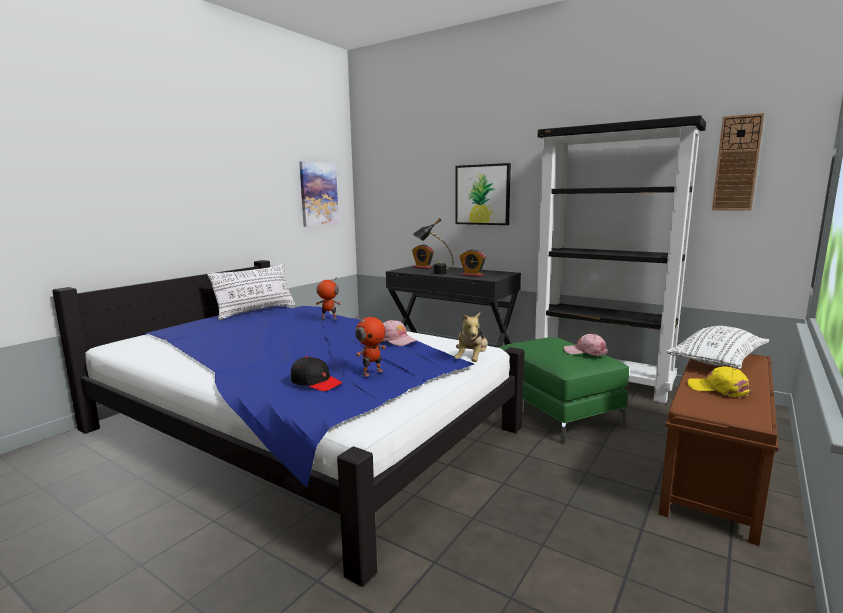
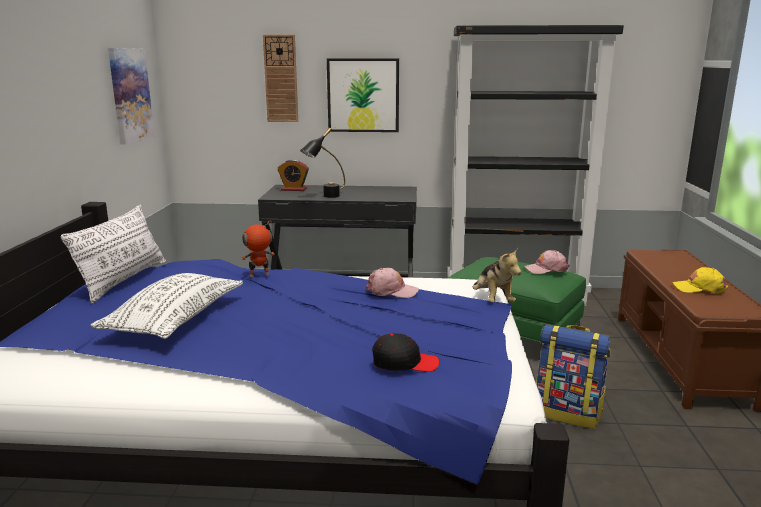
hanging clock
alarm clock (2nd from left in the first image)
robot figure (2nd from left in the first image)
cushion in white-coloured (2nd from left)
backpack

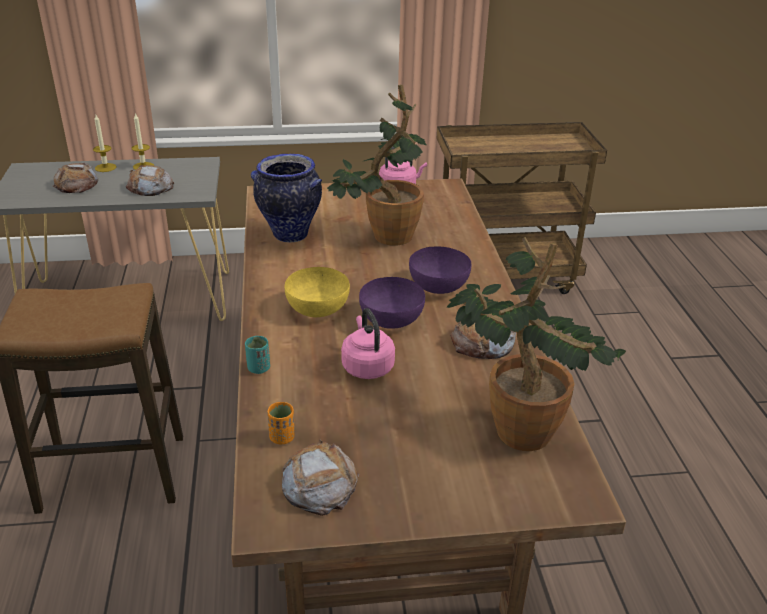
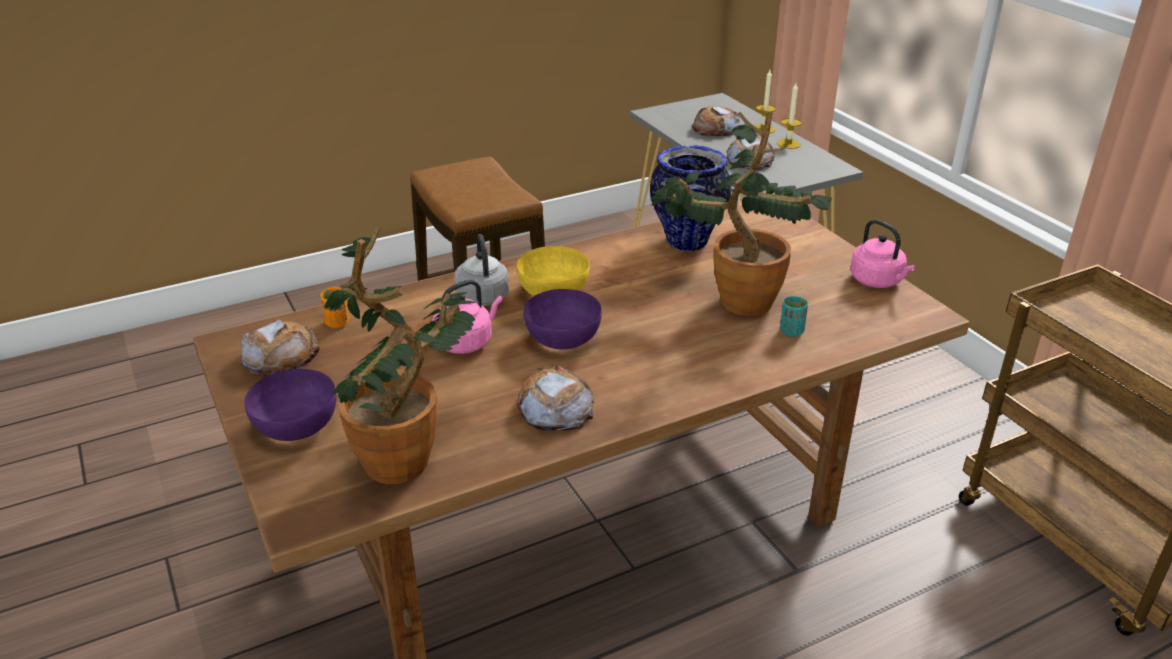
bowl in purplish (1st from left)
drinking cup in blue-green
tea kettle in gray

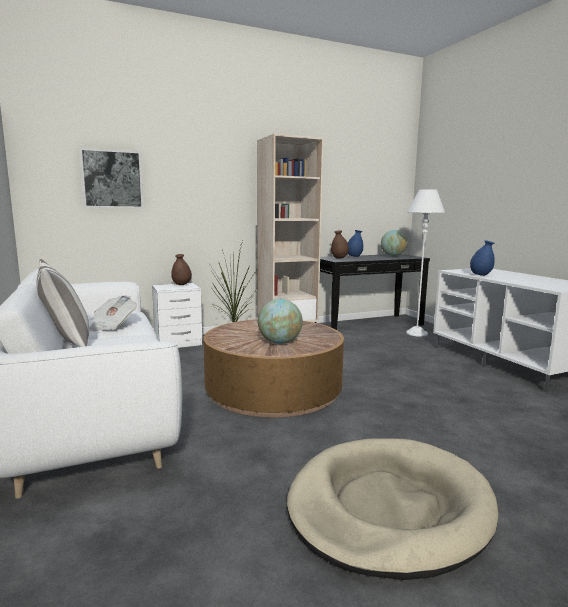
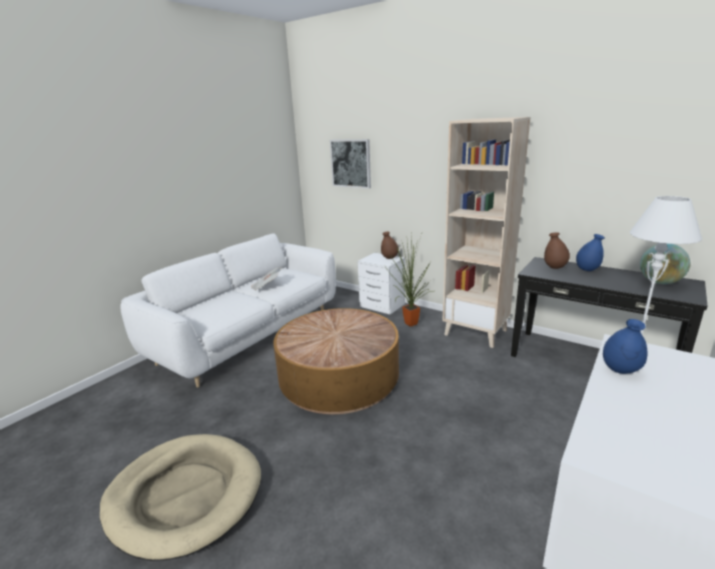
cushion
desk globe (1st from left in the first image)

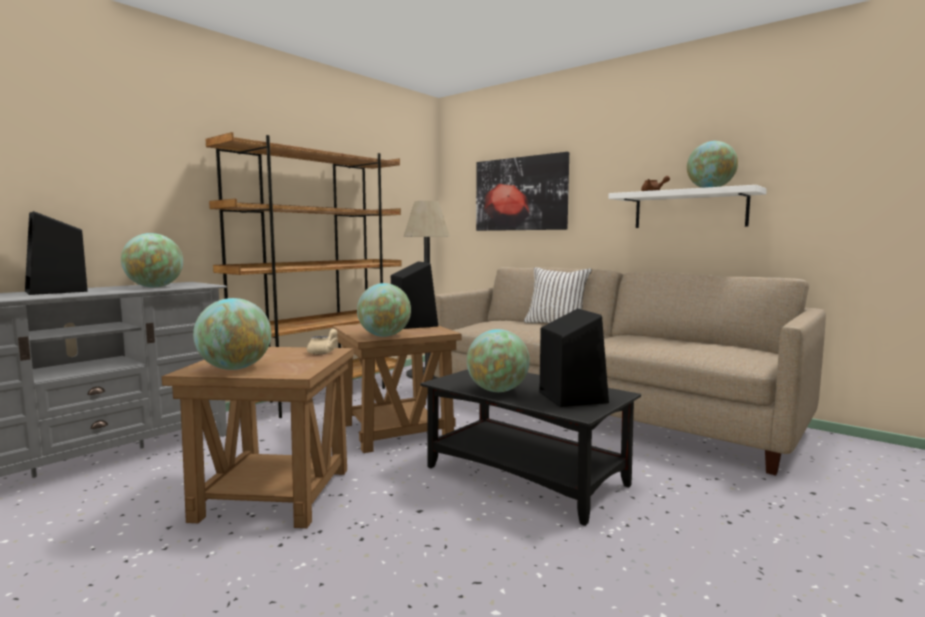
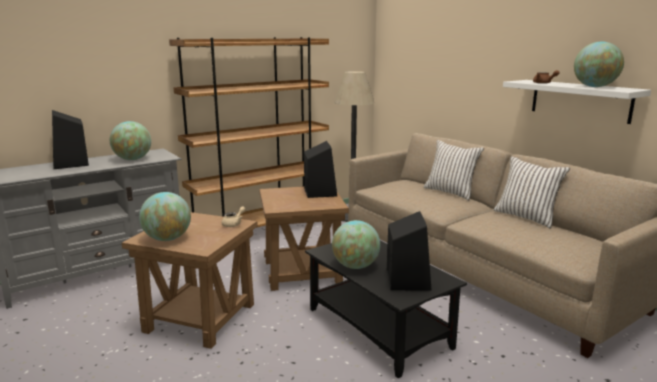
wall picture
desk globe (3rd from left in the first image)
cushion in white-coloured (2nd from left)

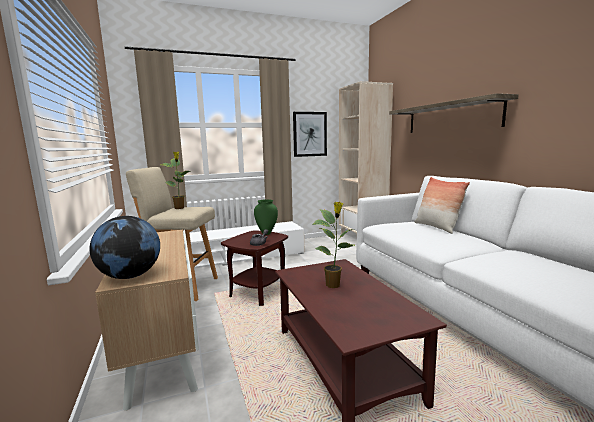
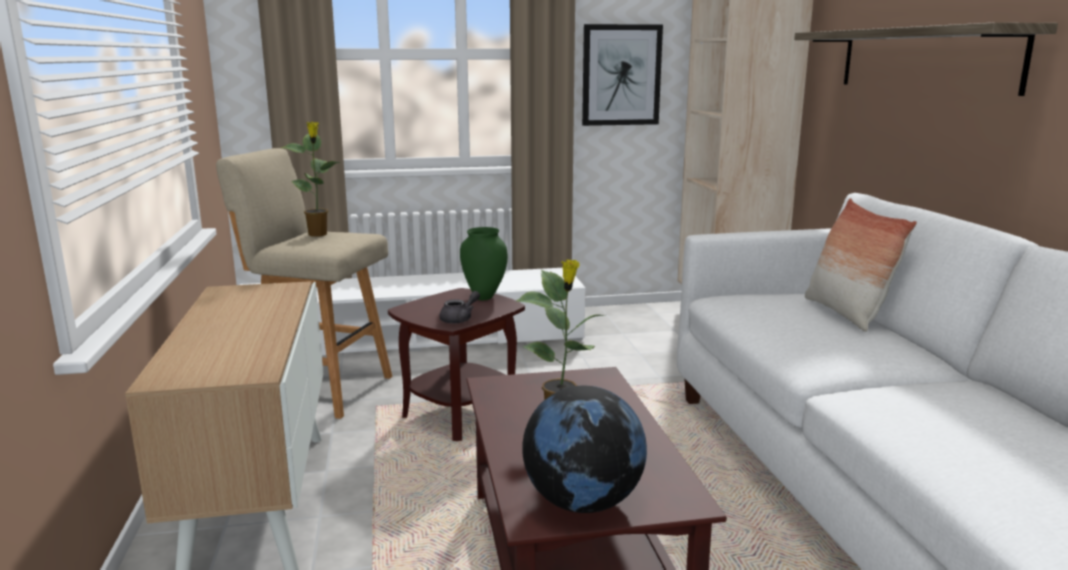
desk globe

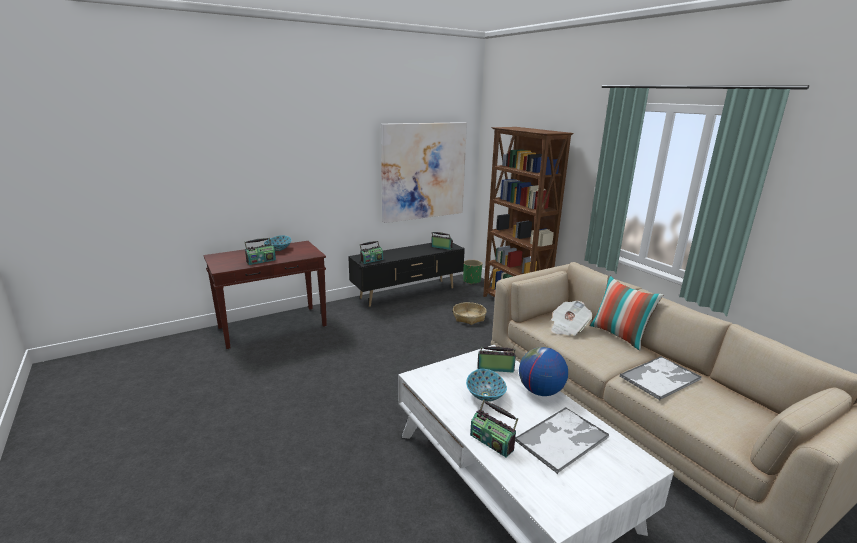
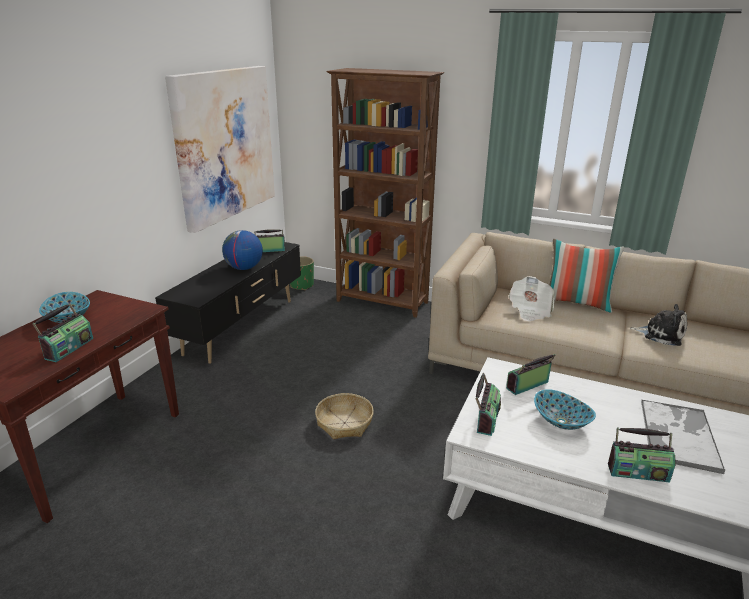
radio (3rd from left)
household basket
desk globe
soft toy

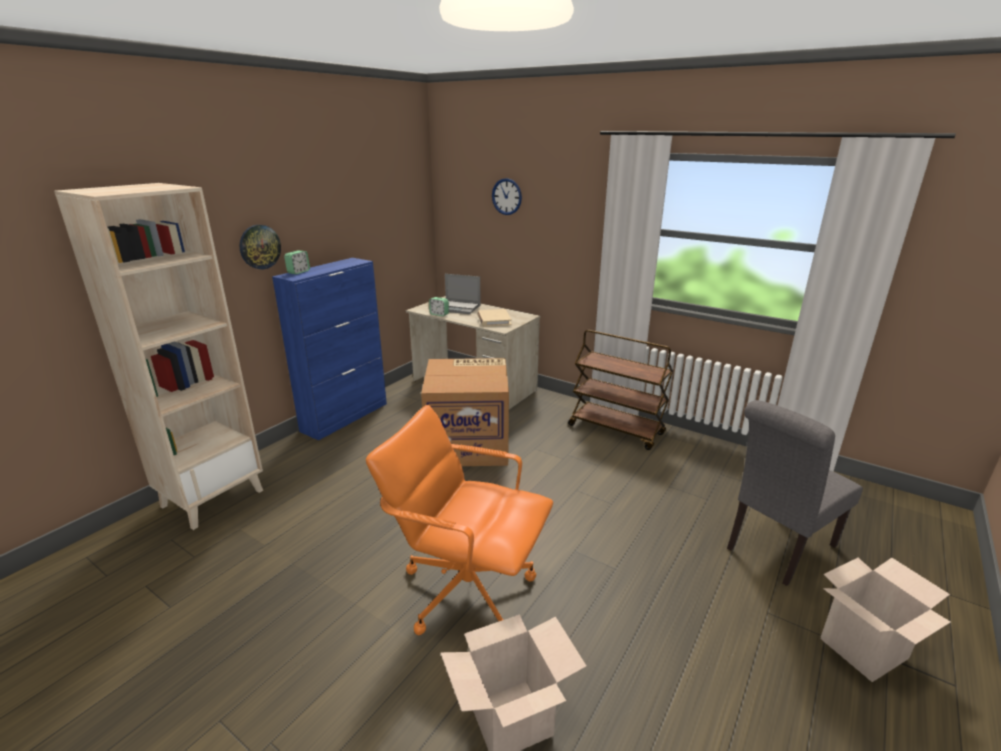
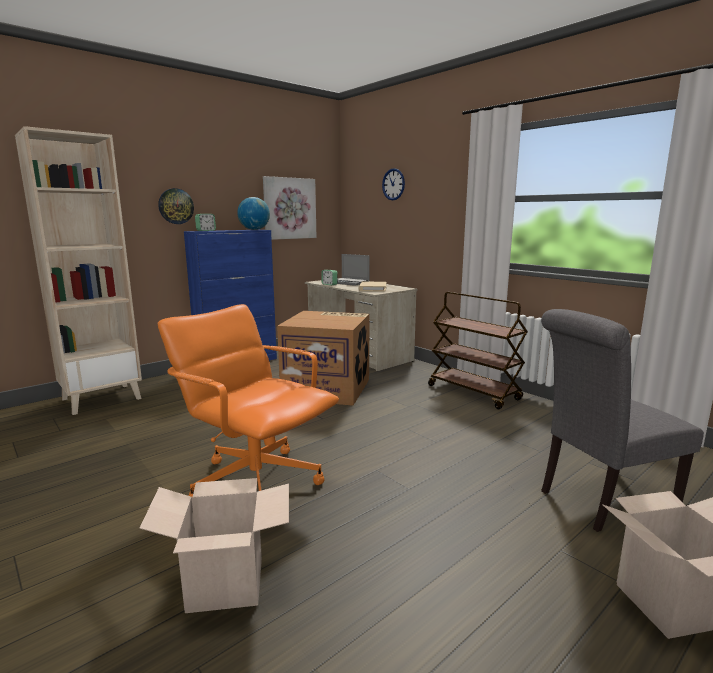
wall picture
desk globe

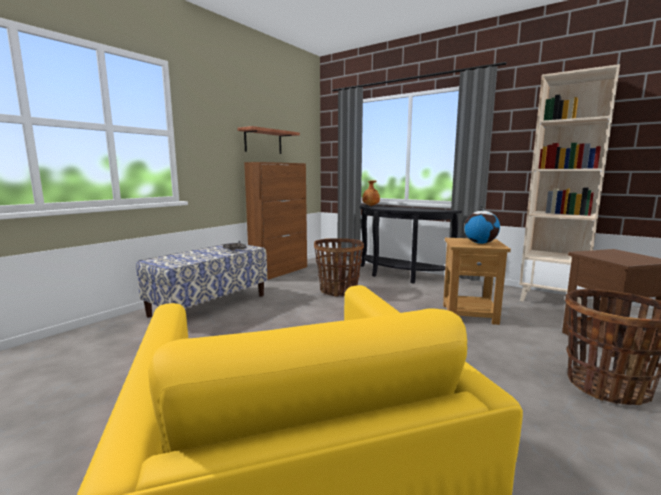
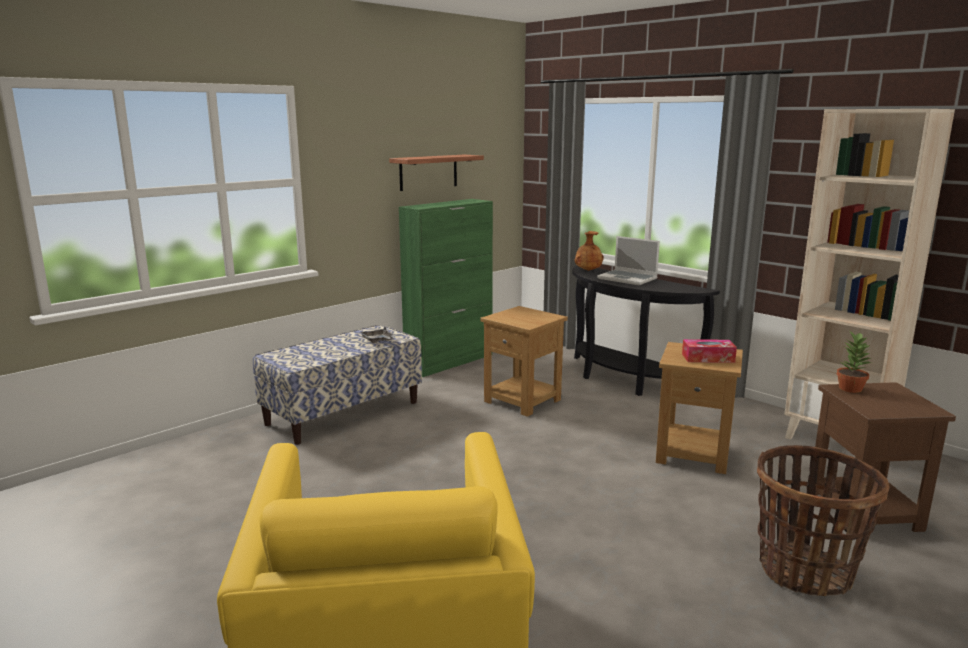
cupboard in green-coloured
tissue holder
end table in brown (1st from left)
laptop
potted plant

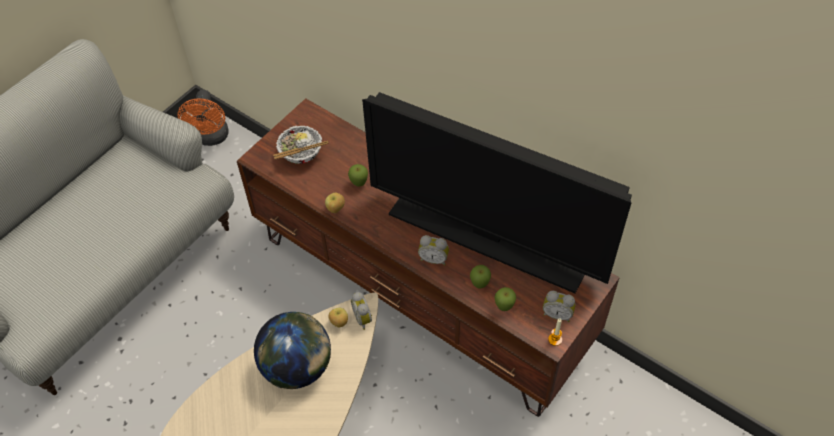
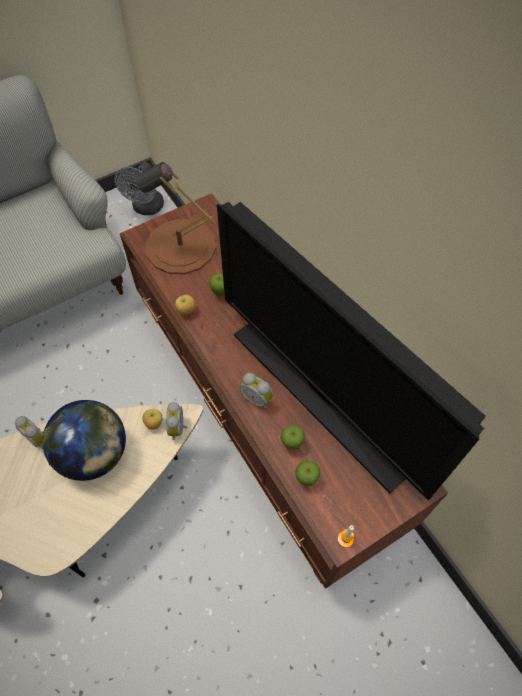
fan in gray
table lamp in brown
alarm clock (1st from left)

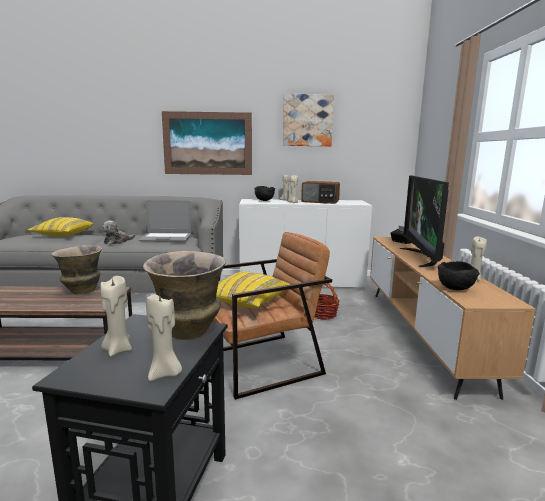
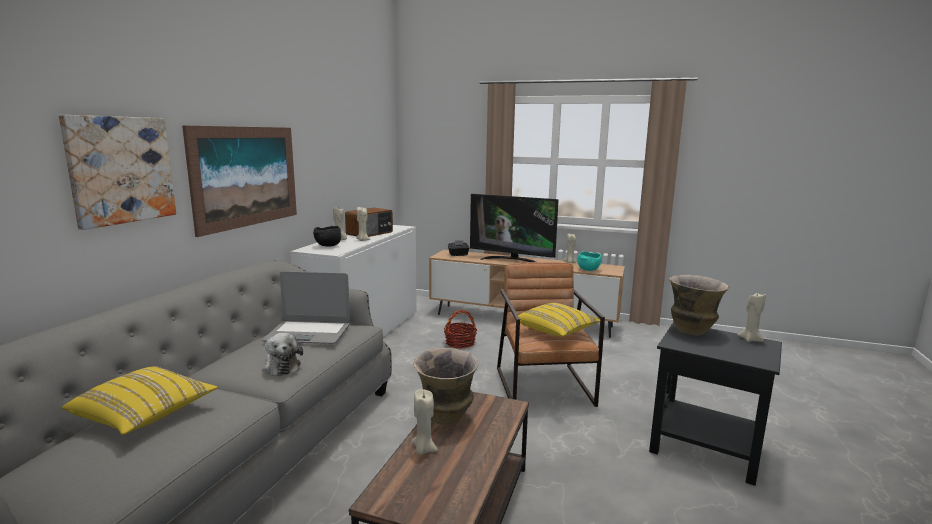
wall picture (1st from left)
laptop
bowl in blue-green
wax candle in sand-coloured (3rd from left)

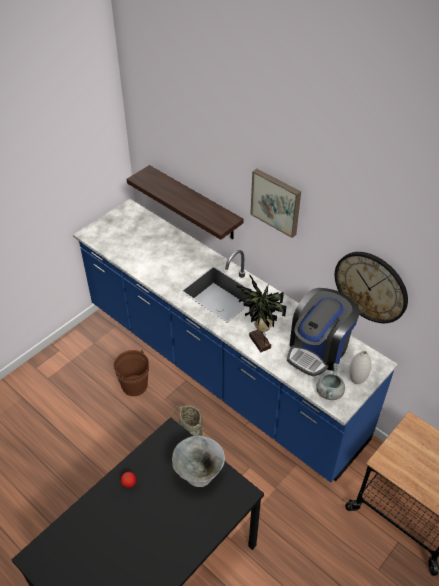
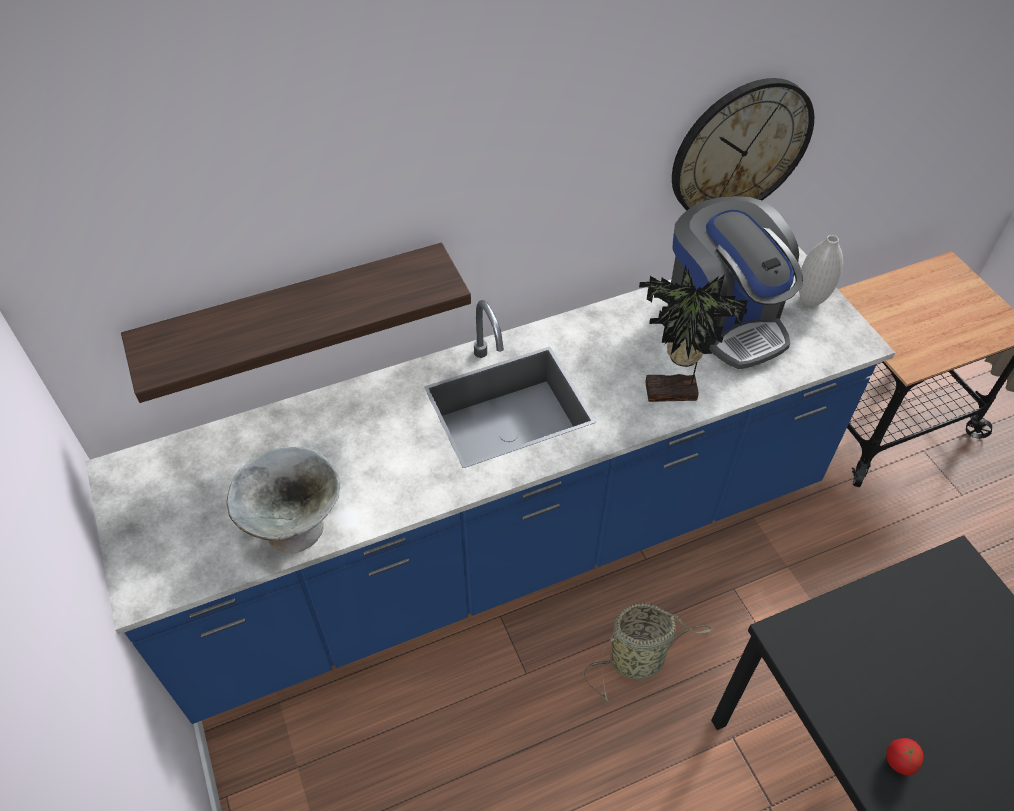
wall picture
water bucket in brown
saucepot in gray
bowl in gray

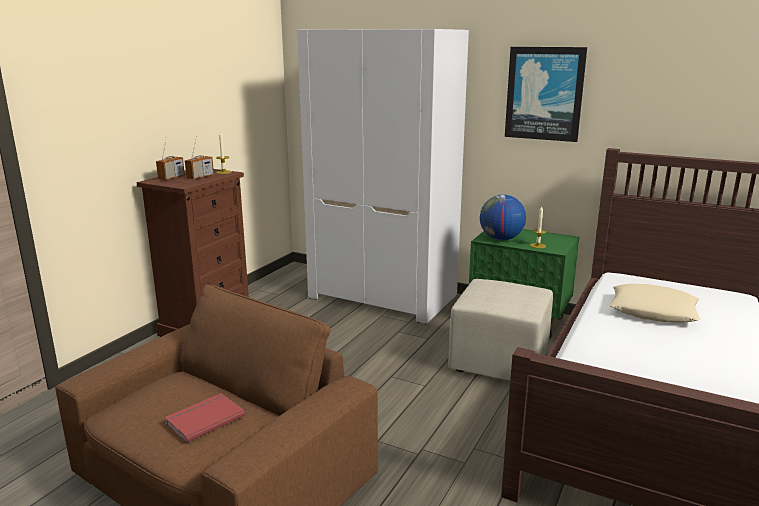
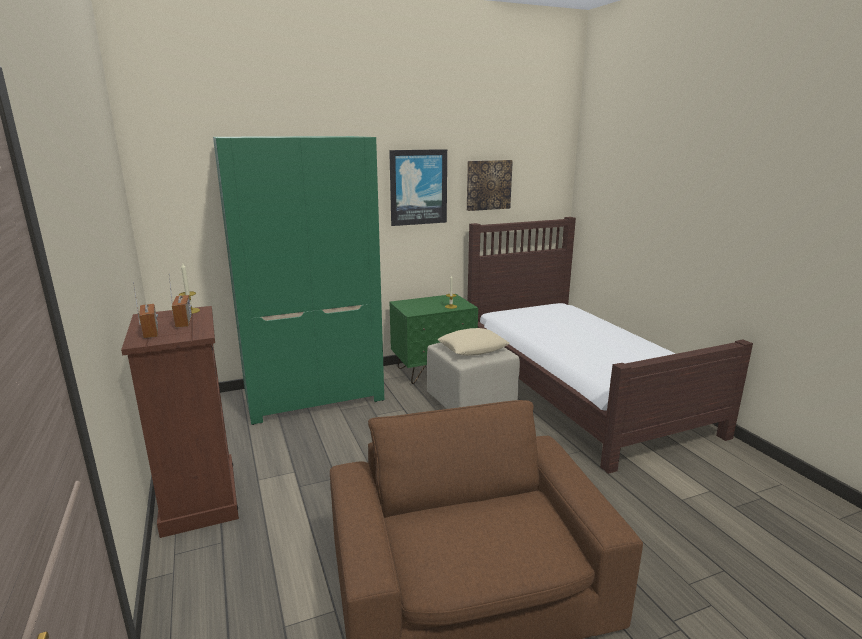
wardrobe in green-coloured
desk globe
cushion in sand-coloured
bound book in reddish
wall picture (2nd from left)

